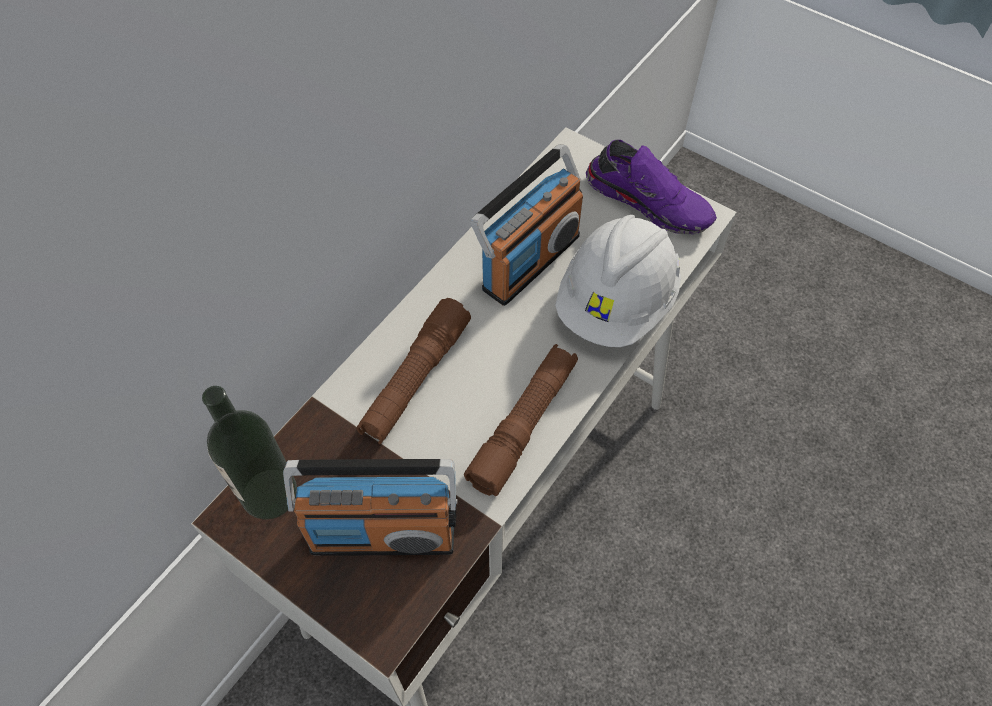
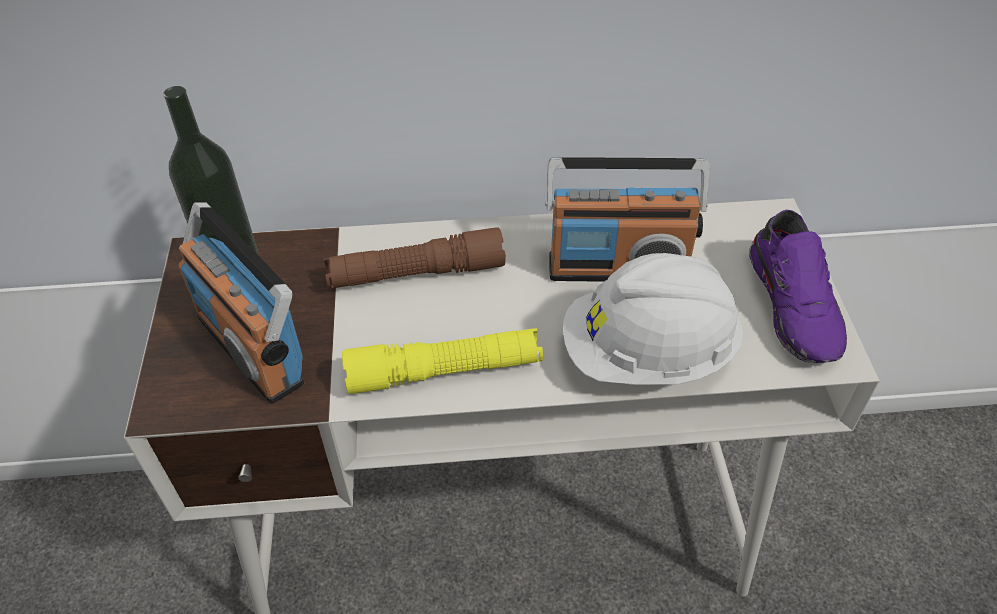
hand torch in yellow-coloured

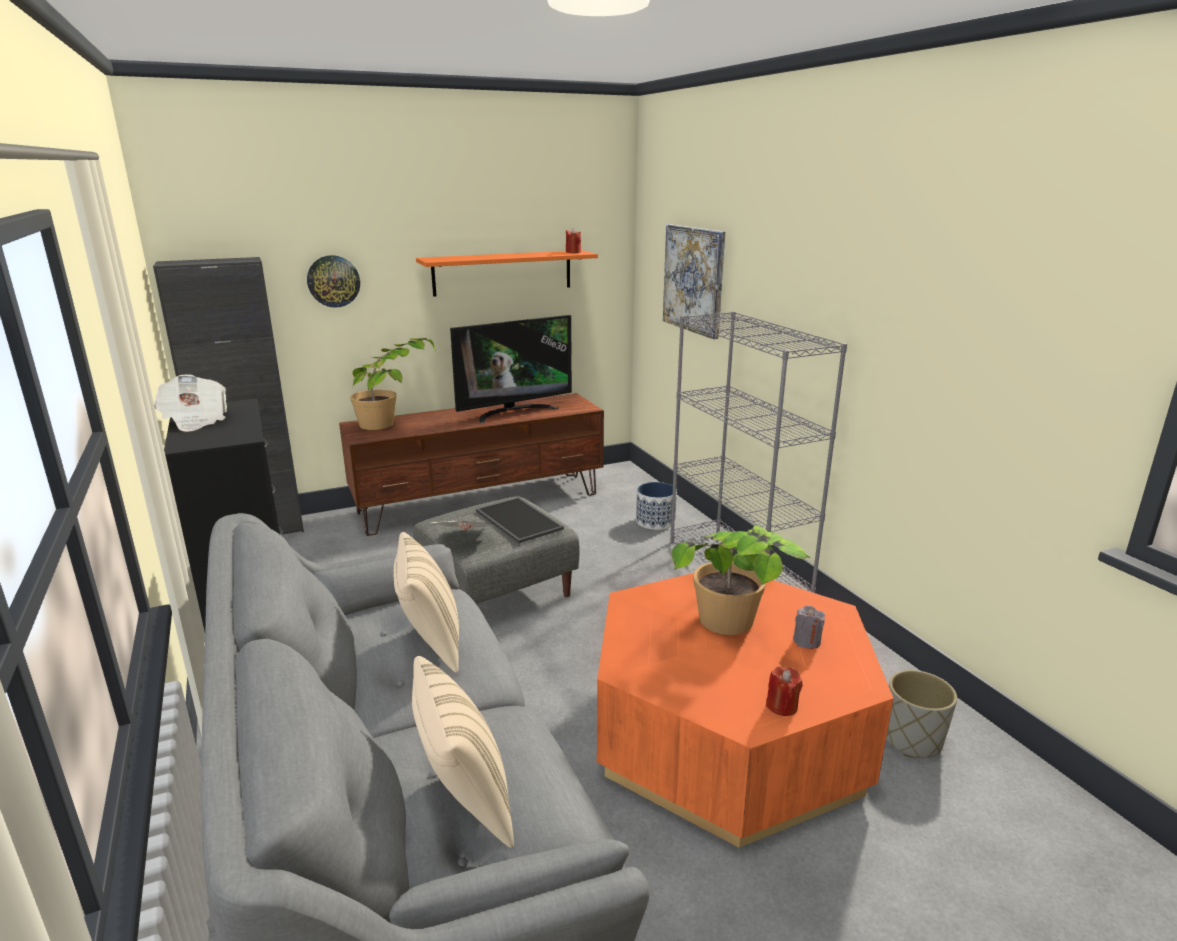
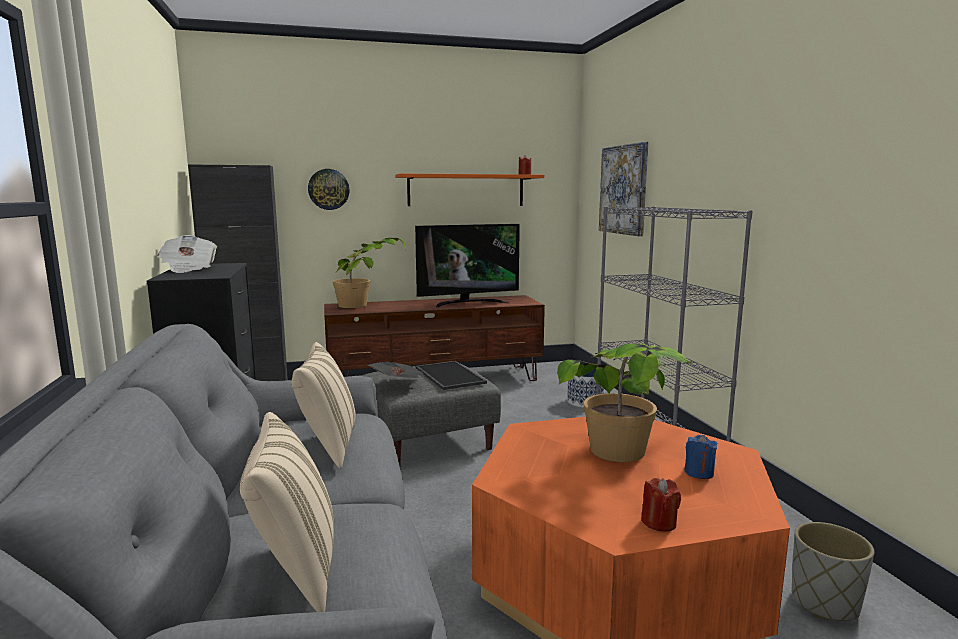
wax candle in blue-coloured

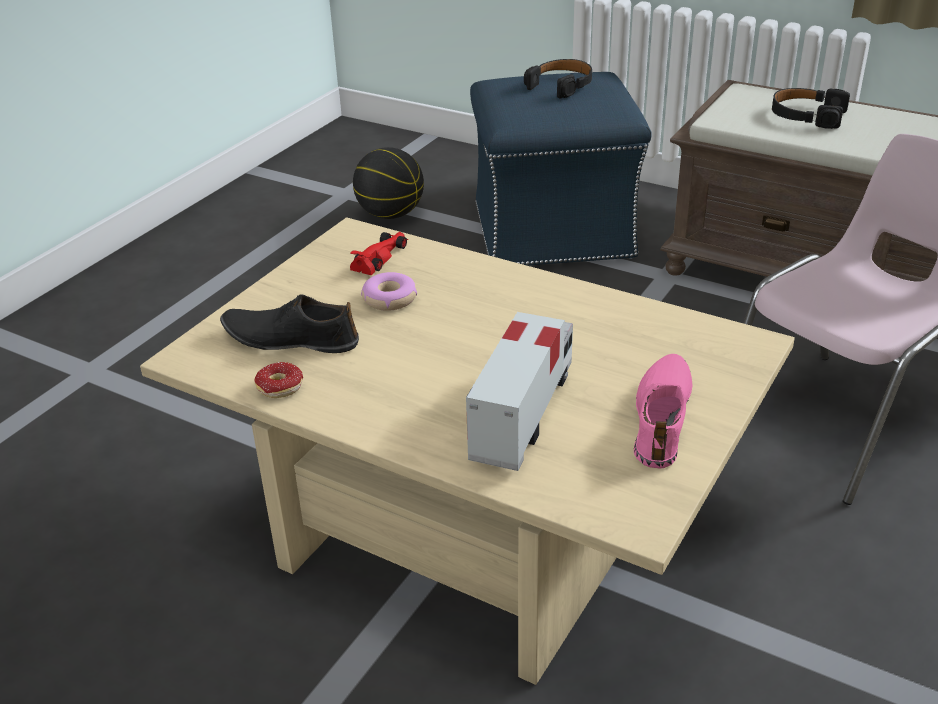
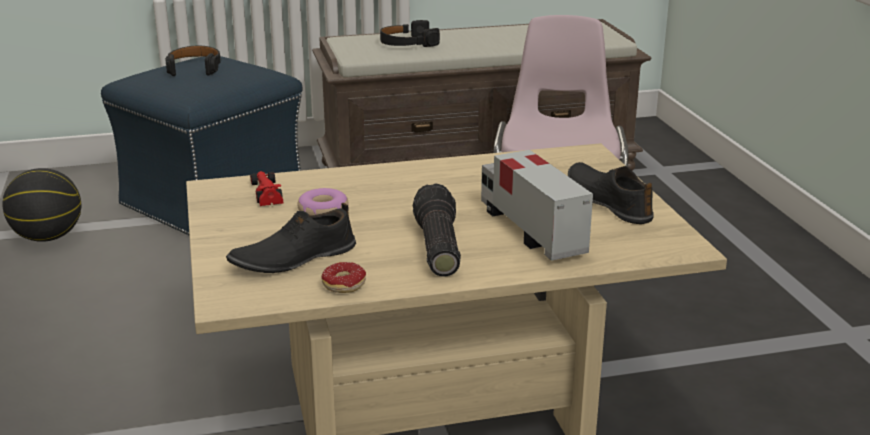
low shoe in black (2nd from left)
hand torch

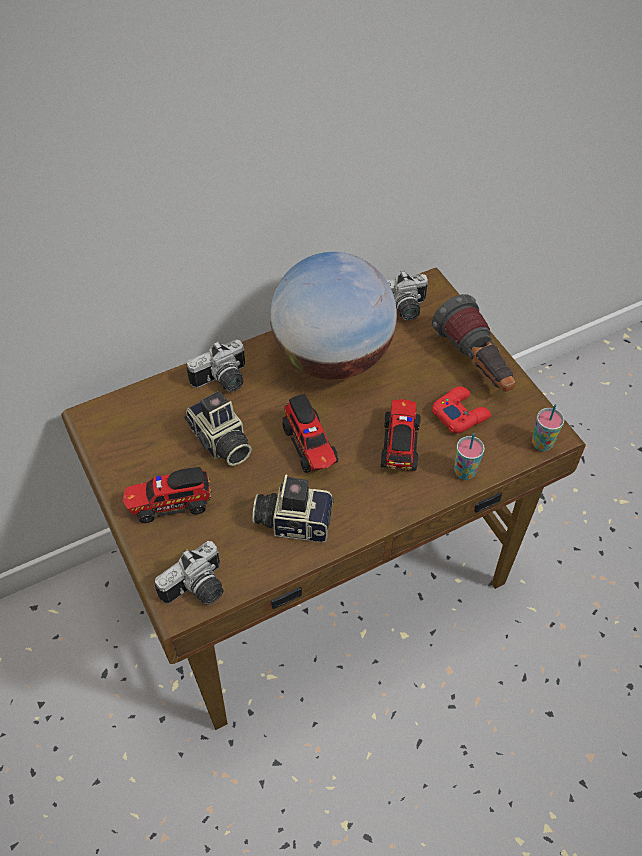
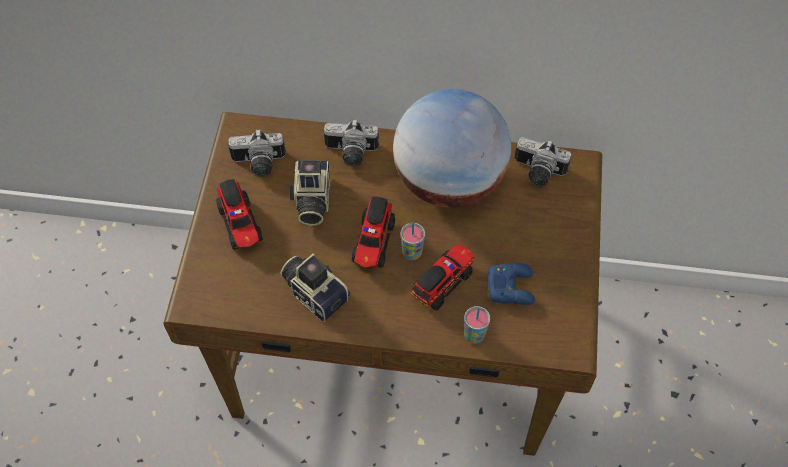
hand torch
joypad in blue-coloured
drinking cup (1st from left)
toy lorry (1st from left)
photo camera (1st from left)

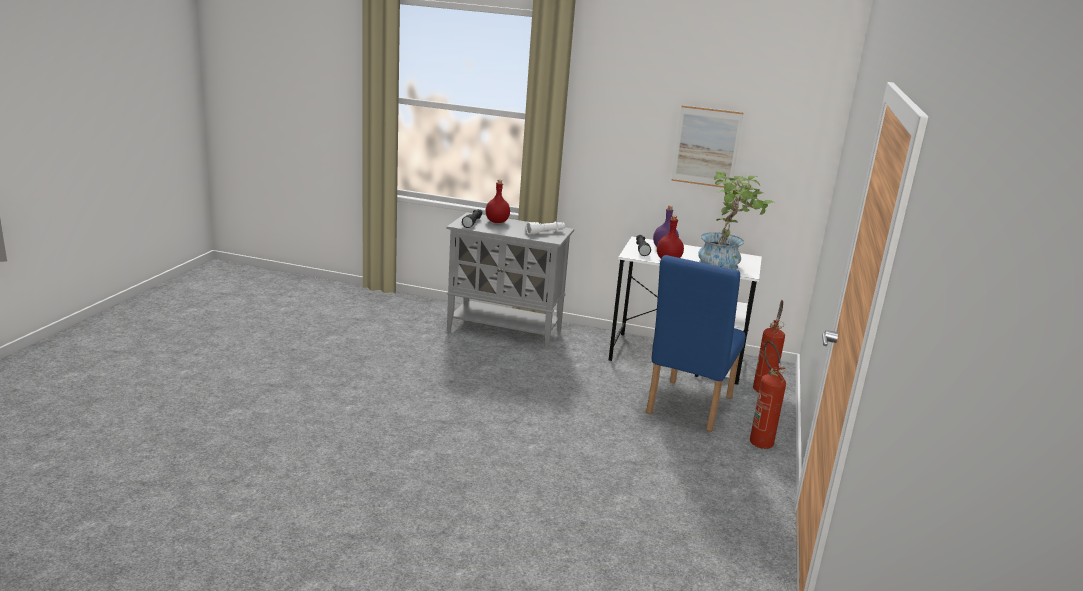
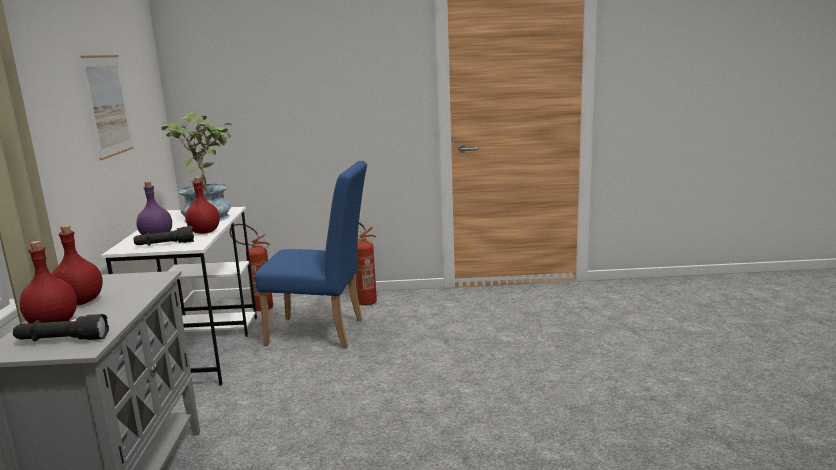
hand torch in white-coloured
bottle in reddish (2nd from left)

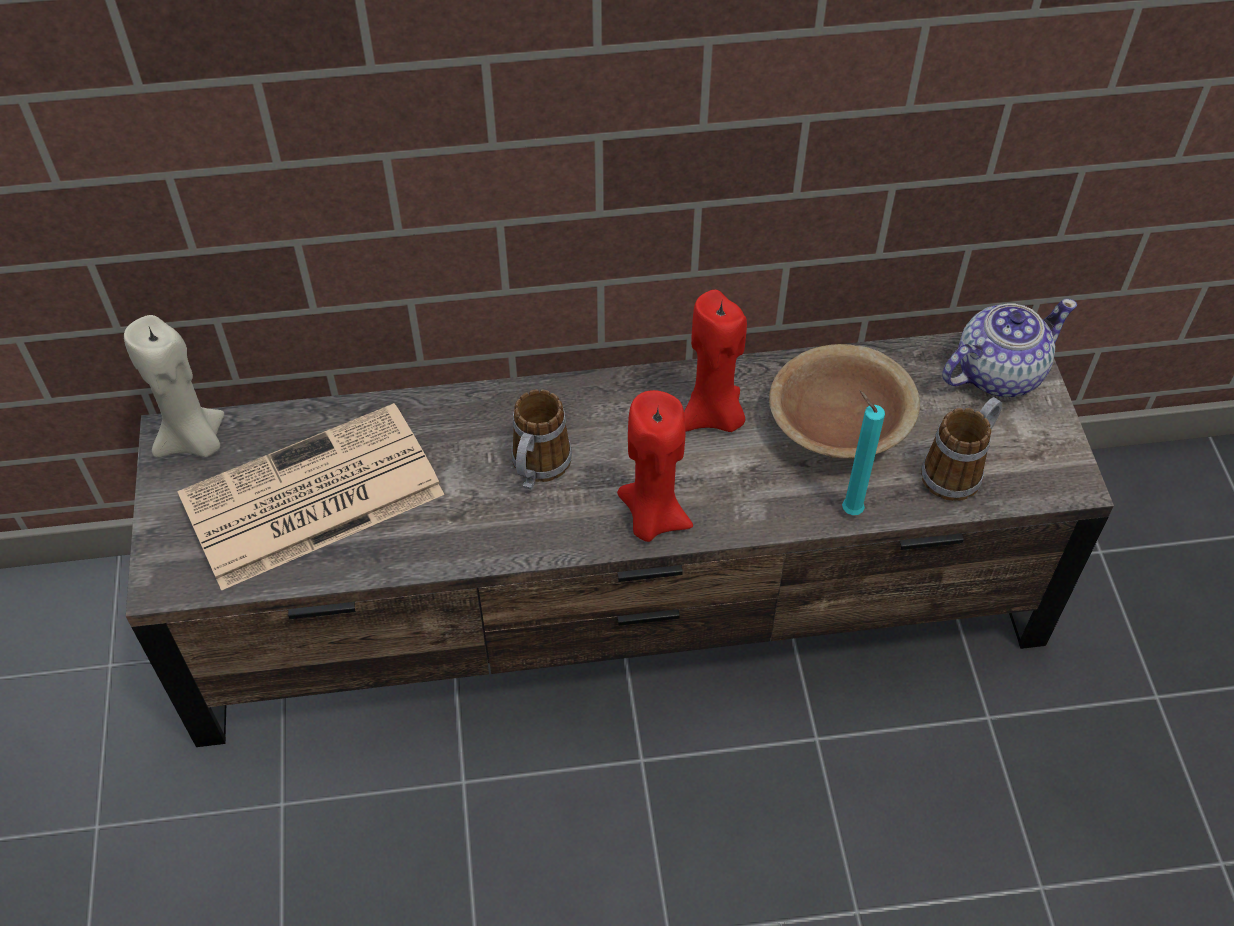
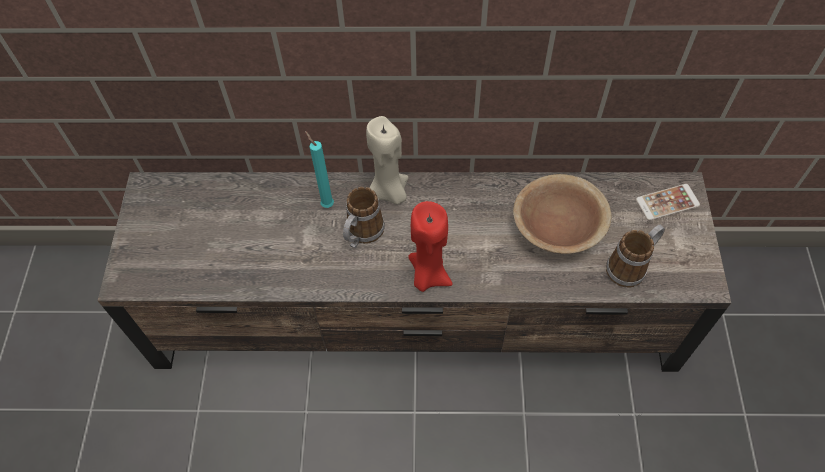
wax candle in reddish (2nd from left in the first image)
handset
wax candle in sand-coloured
wax candle in blue-green
daily paper

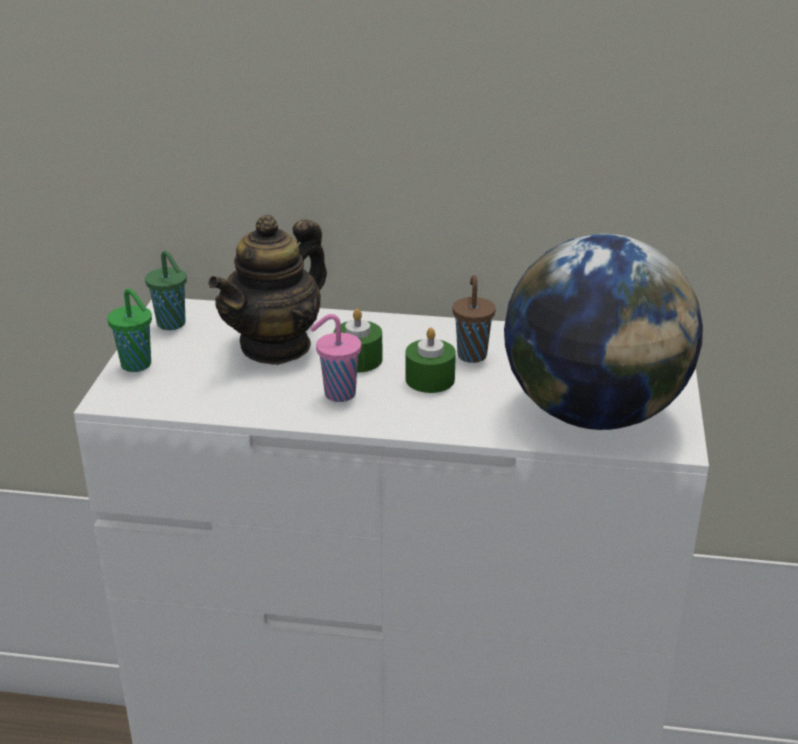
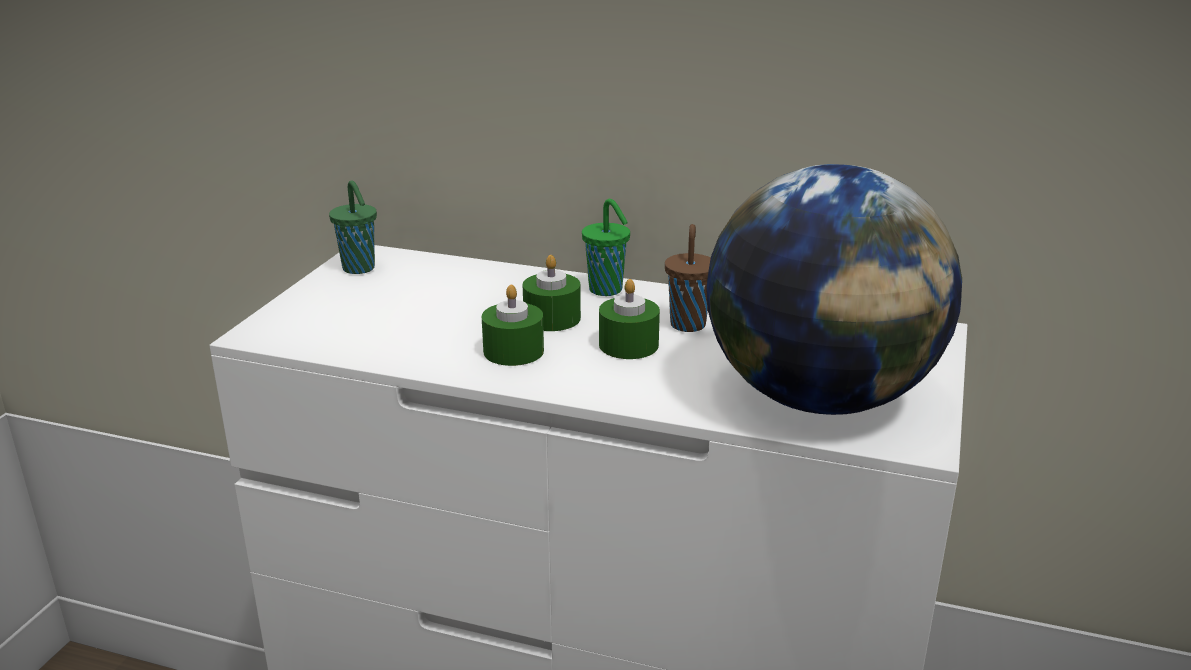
teapot
drinking cup in green-coloured (2nd from left)
wax candle in green-coloured (1st from left)

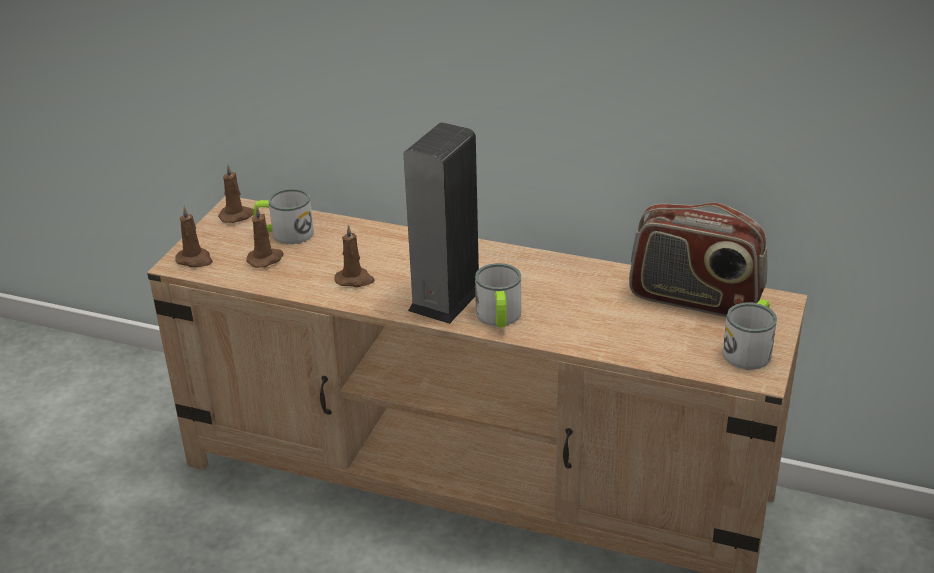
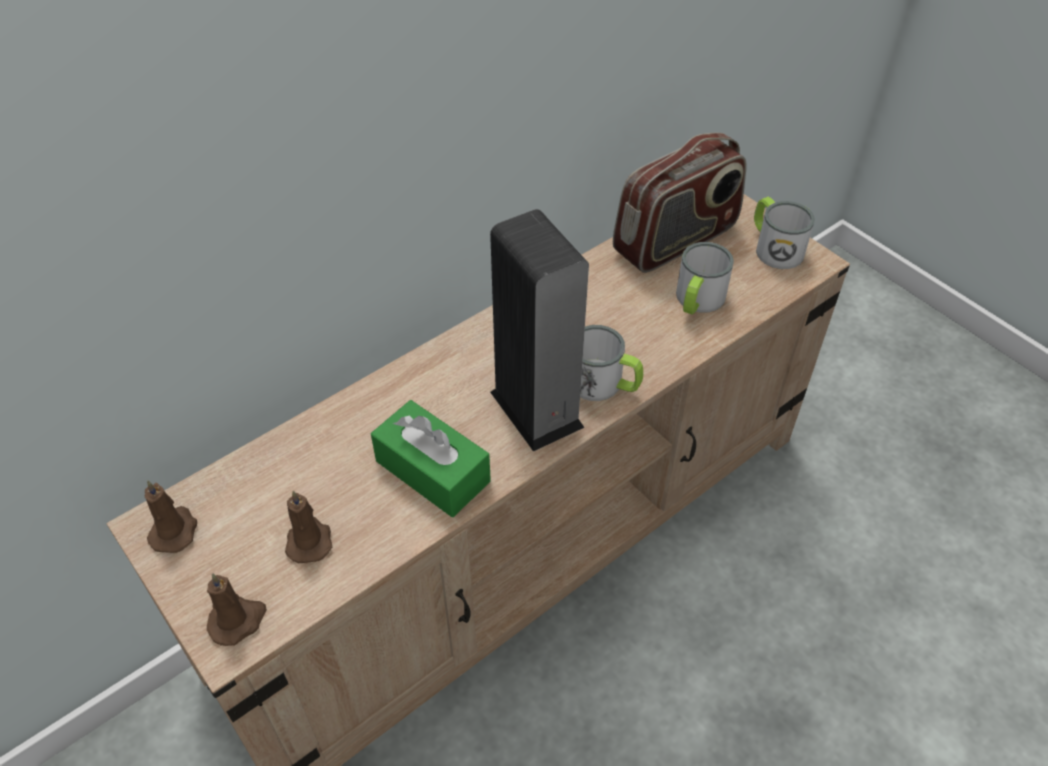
coffee mug (2nd from left)
tissue holder in green-coloured

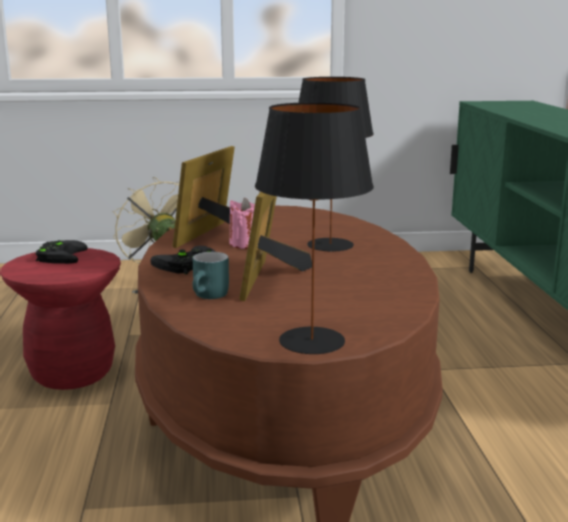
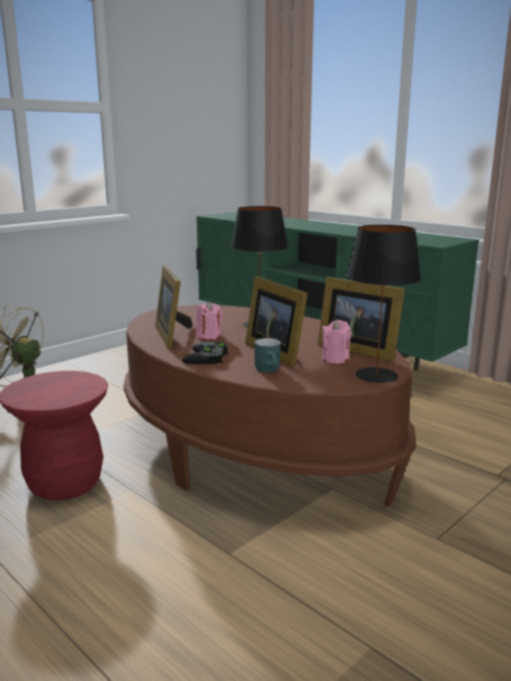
joypad in black (1st from left in the first image)
standing frame (3rd from left)
wax candle in pinkish (2nd from left)

